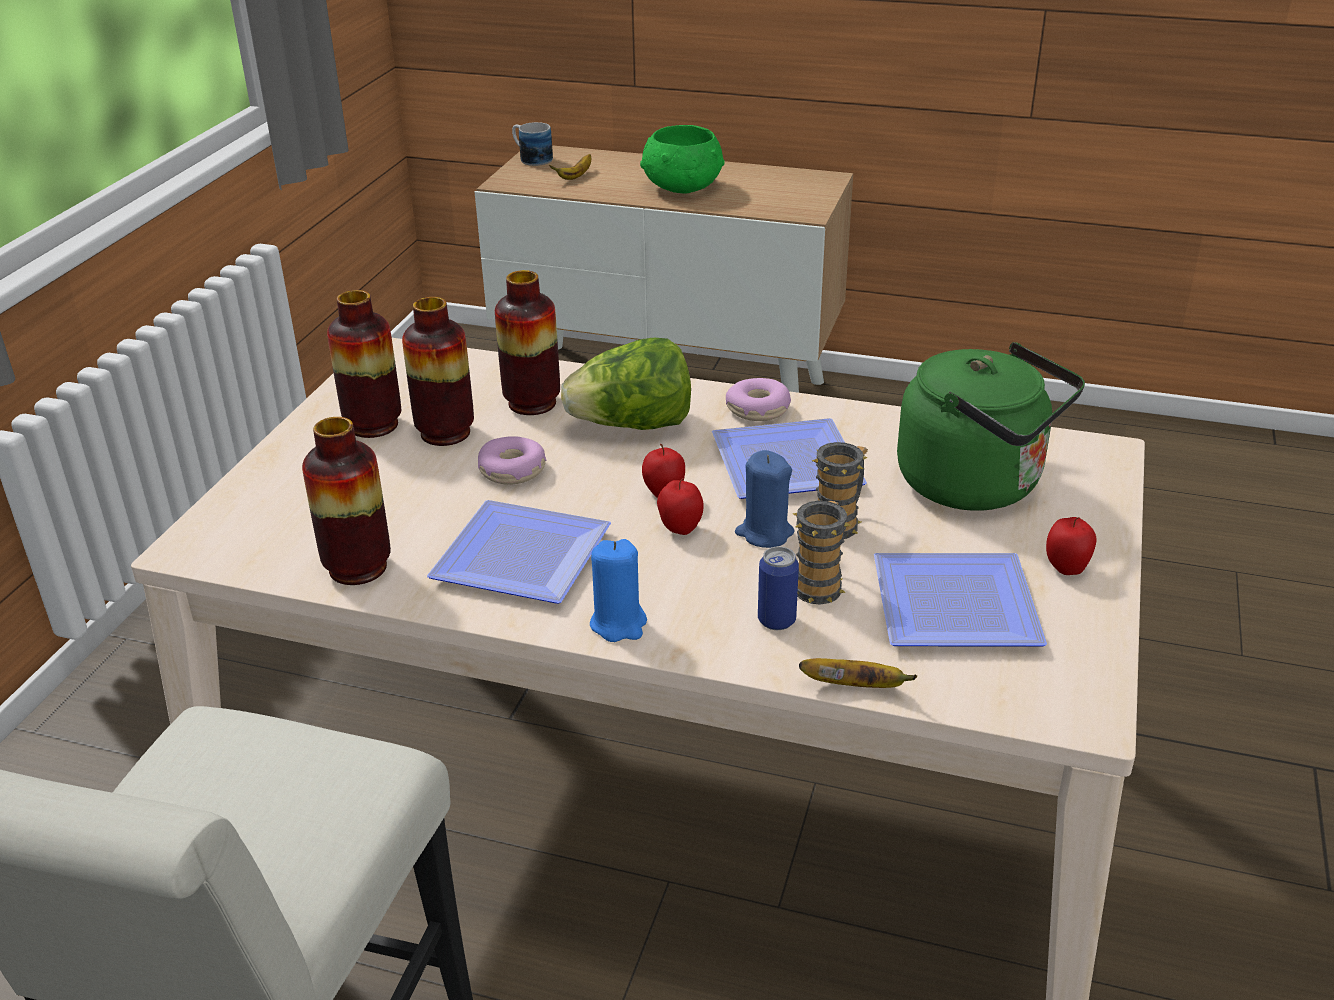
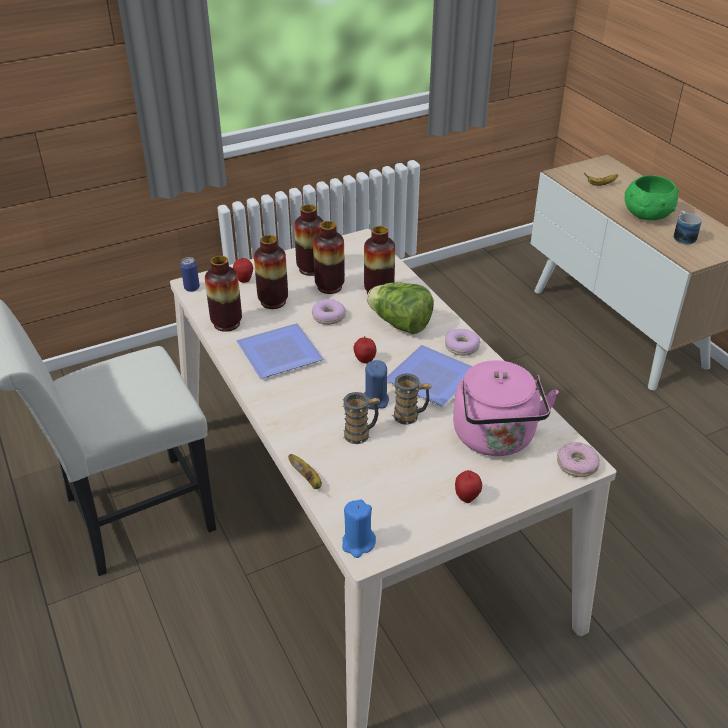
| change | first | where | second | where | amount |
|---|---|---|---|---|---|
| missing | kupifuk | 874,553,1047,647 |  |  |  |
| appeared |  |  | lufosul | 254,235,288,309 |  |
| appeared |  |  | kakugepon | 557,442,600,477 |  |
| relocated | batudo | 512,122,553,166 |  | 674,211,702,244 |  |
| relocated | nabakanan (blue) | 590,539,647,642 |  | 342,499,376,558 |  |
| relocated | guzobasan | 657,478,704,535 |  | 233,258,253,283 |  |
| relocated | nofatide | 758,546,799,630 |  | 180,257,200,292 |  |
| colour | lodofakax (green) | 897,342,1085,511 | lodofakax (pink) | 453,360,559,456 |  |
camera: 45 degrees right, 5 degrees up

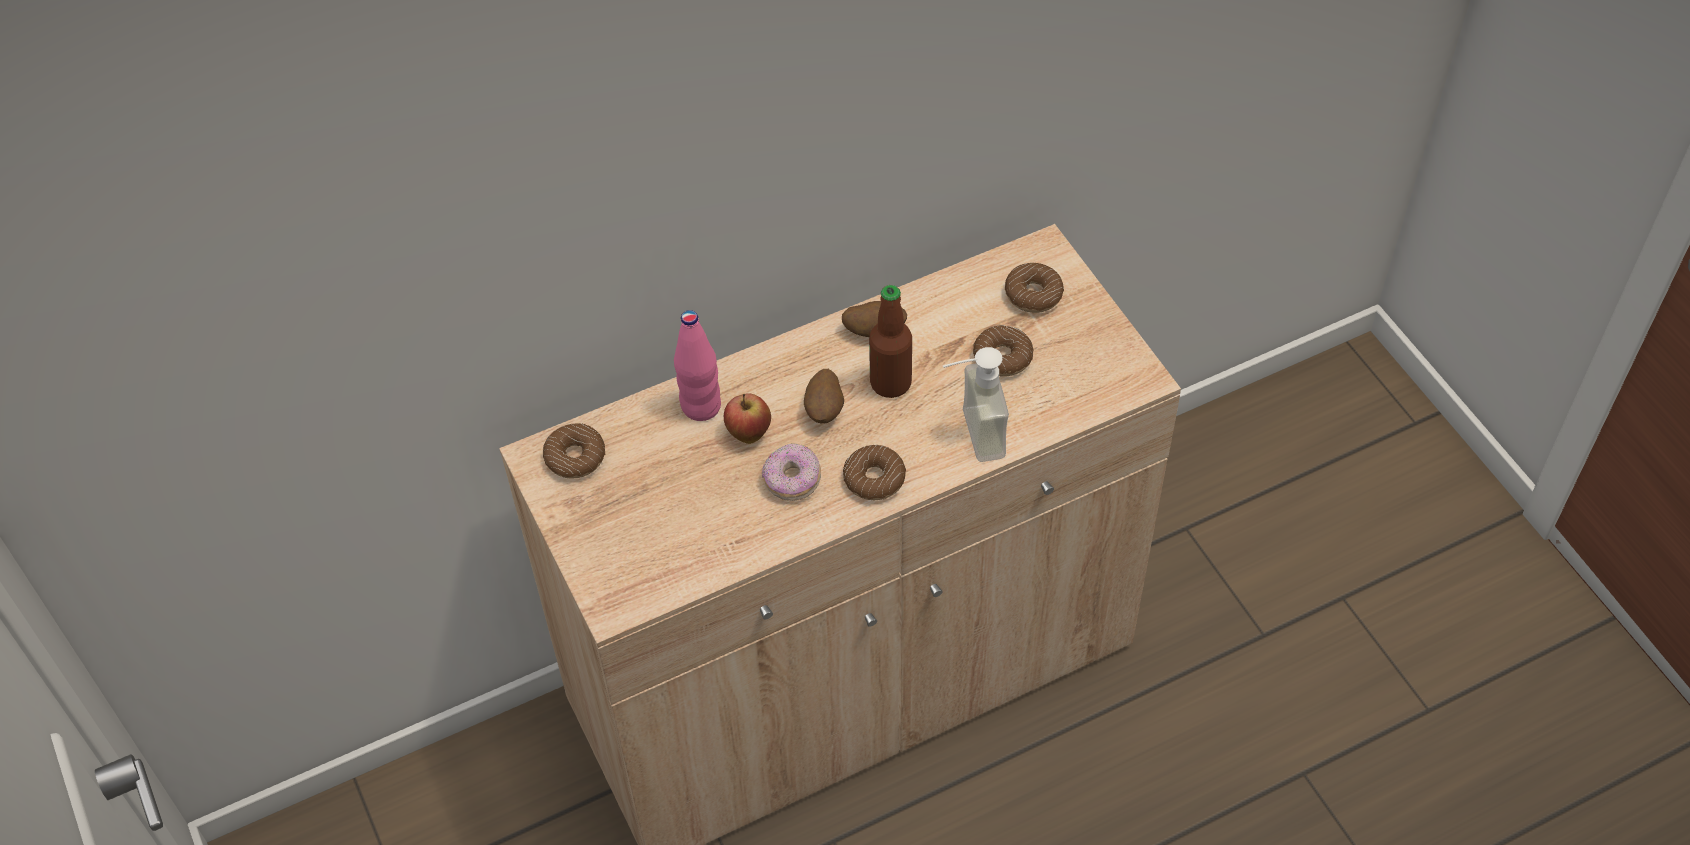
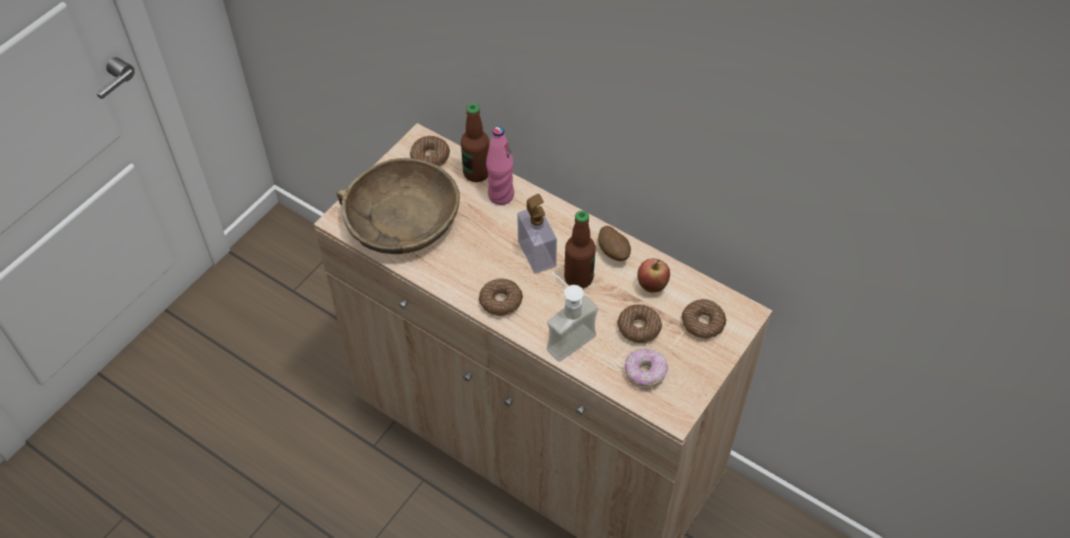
| change | first | where | second | where | amount |
|---|---|---|---|---|---|
| appeared |  |  | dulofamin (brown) | 336,158,460,254 |  |
| appeared |  |  | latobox | 461,103,489,182 |  |
| relocated | guzobasan | 724,393,771,444 |  | 637,258,670,293 |  |
| relocated | kakugepon | 762,443,821,501 |  | 625,349,668,389 |  |
| exchanged | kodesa | 804,369,844,424 | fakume | 517,194,557,274 |  |
camera: 60 degrees right, 0 degrees up

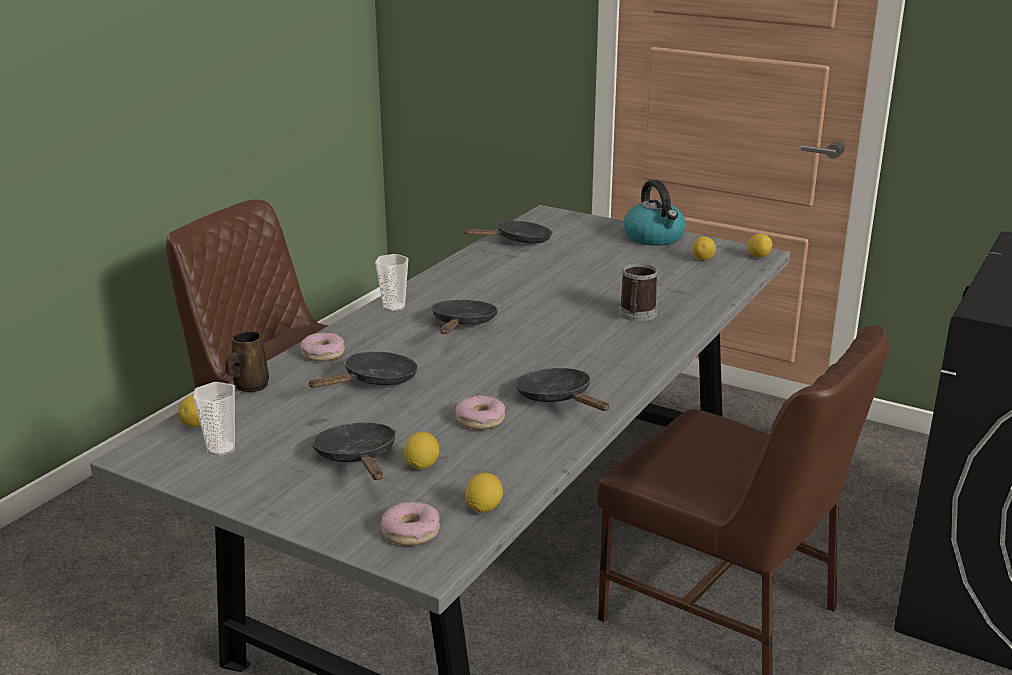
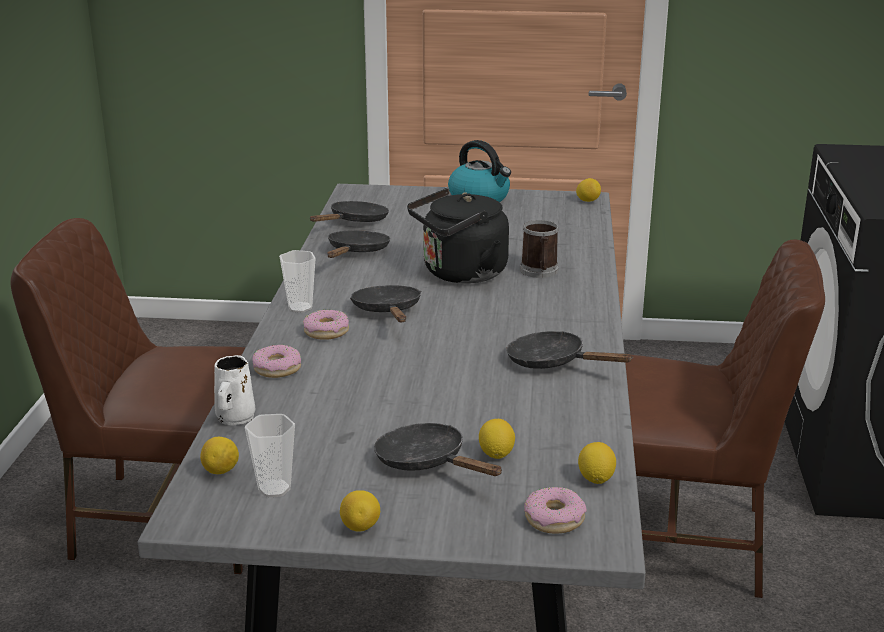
| change | first | where | second | where | amount |
|---|---|---|---|---|---|
| appeared |  |  | lodofakax (black) | 407,188,509,283 |  |
| relocated | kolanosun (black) | 308,352,418,388 |  | 327,230,390,258 |  |
| relocated | kakugepon | 455,395,505,430 |  | 303,310,349,340 |  |
| relocated | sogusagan | 692,236,716,260 |  | 340,490,380,531 |  |
| colour | batudo (brown) | 225,331,269,392 | batudo (white) | 214,355,255,425 |  |
camera: 25 degrees left, 0 degrees up

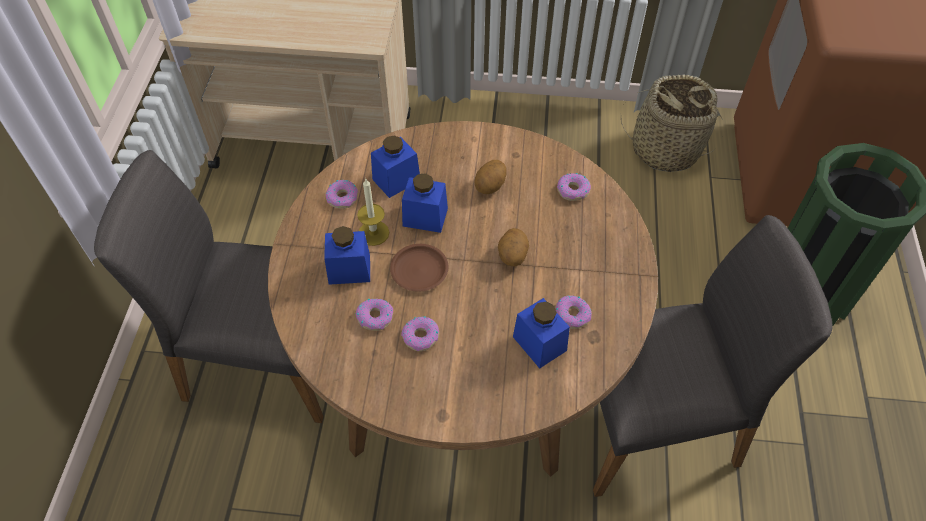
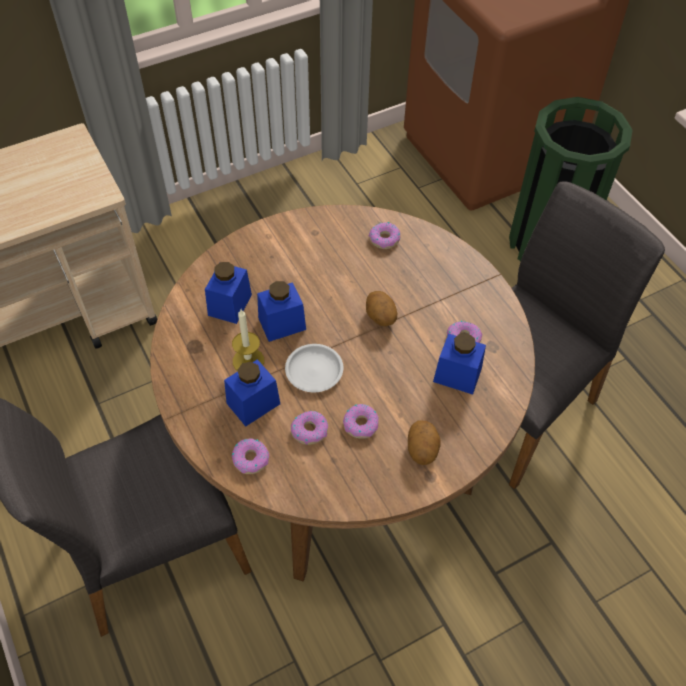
| change | first | where | second | where | amount |
|---|---|---|---|---|---|
| missing | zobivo | 621,74,723,172 |  |  |  |
| relocated | kakugepon | 326,180,358,209 |  | 232,438,269,474 |  |
| relocated | kodesa | 474,160,507,194 |  | 408,420,441,465 |  |
| colour | kupifuk (brown) | 390,244,448,292 | kupifuk (white) | 285,344,343,392 |  |
camera: 35 degrees left, 0 degrees up

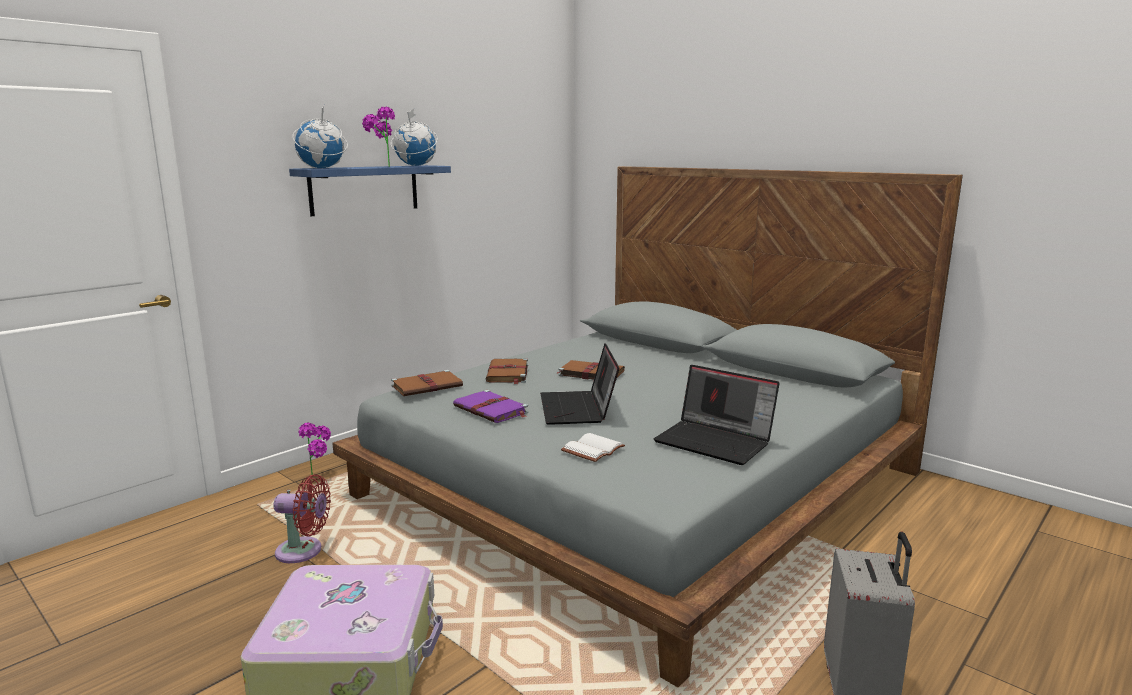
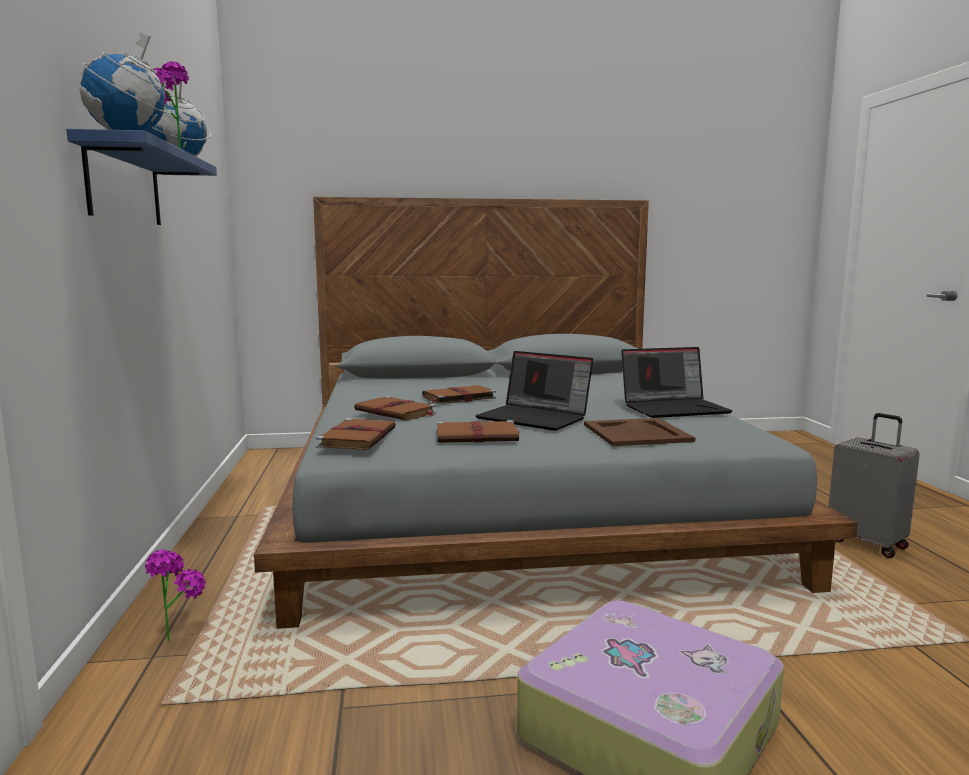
| change | first | where | second | where | amount |
|---|---|---|---|---|---|
| missing | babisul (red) | 274,474,331,563 |  |  |  |
| exchanged | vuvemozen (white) | 561,433,625,462 | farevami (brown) | 584,418,695,446 |  |
| colour | vuvemozen (purple) | 453,390,529,423 | vuvemozen (brown) | 437,420,521,443 |  |
camera: 50 degrees left, 5 degrees down

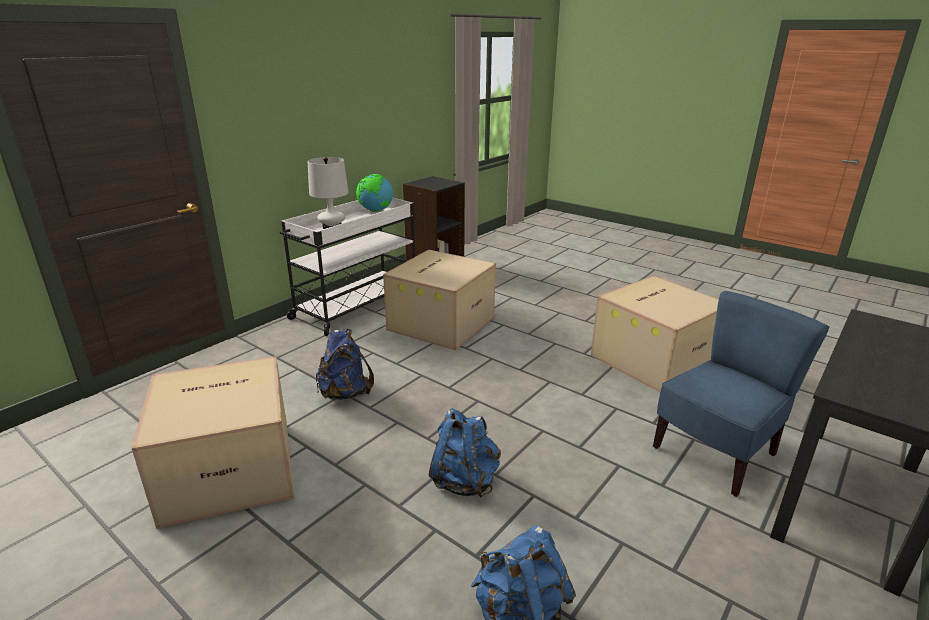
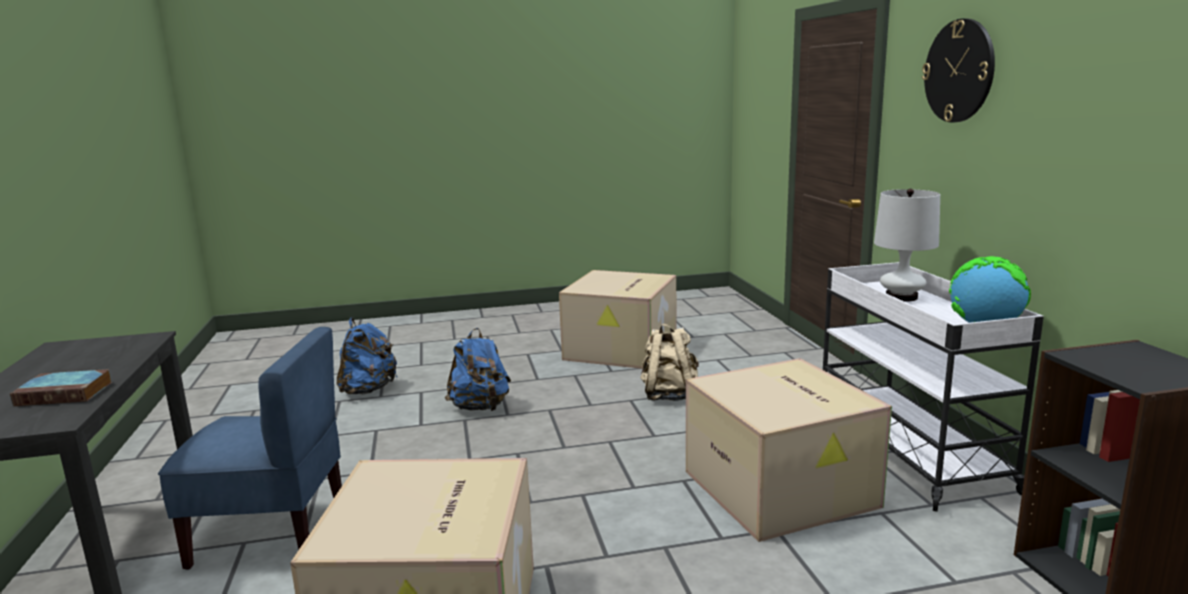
| change | first | where | second | where | amount |
|---|---|---|---|---|---|
| appeared |  |  | vuvemozen | 10,369,112,406 |  |
| appeared |  |  | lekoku | 922,18,995,122 |  |
| colour | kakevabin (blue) | 316,329,374,400 | kakevabin (beige) | 640,323,699,401 |  |
| spun | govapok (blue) | 653,291,830,497 |  | 158,327,342,570 | 90 degrees counterclockwise |
camera: 130 degrees right, 10 degrees down

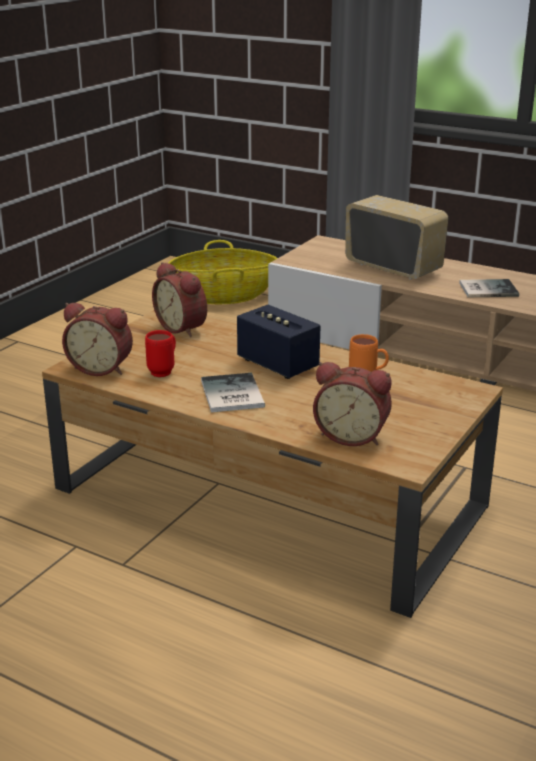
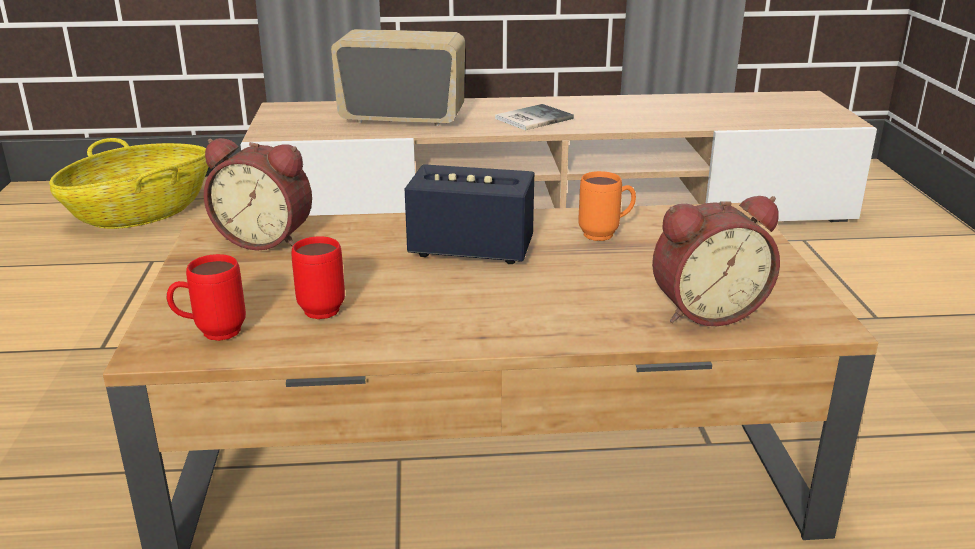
| change | first | where | second | where | amount |
|---|---|---|---|---|---|
| missing | vuvemozen | 201,373,265,413 |  |  |  |
| exchanged | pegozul | 62,303,133,376 | batudo (red) | 167,254,246,341 |  |
camera: 35 degrees left, 0 degrees up

